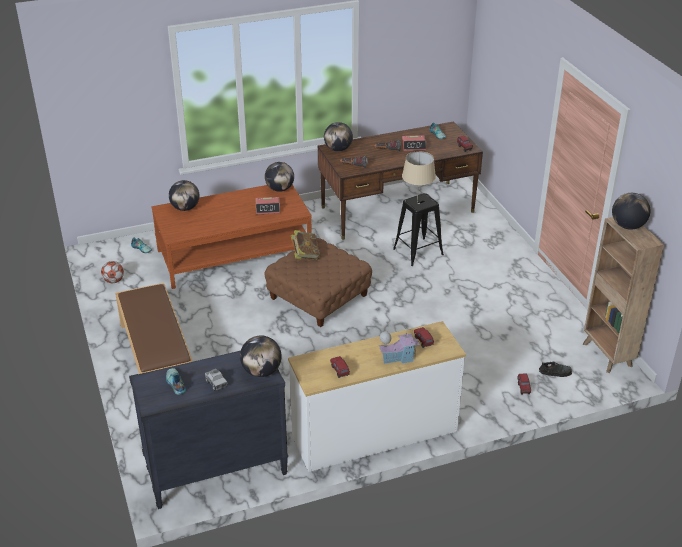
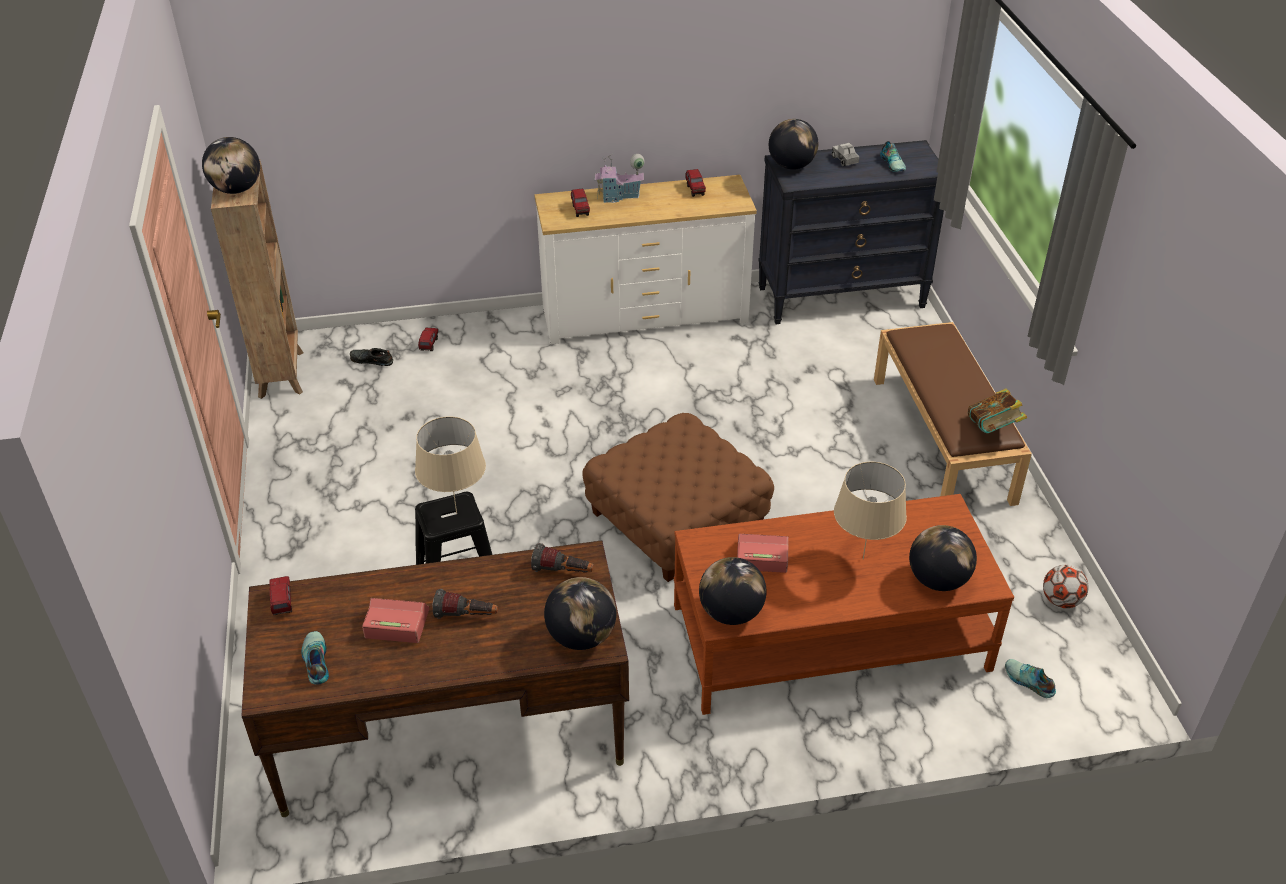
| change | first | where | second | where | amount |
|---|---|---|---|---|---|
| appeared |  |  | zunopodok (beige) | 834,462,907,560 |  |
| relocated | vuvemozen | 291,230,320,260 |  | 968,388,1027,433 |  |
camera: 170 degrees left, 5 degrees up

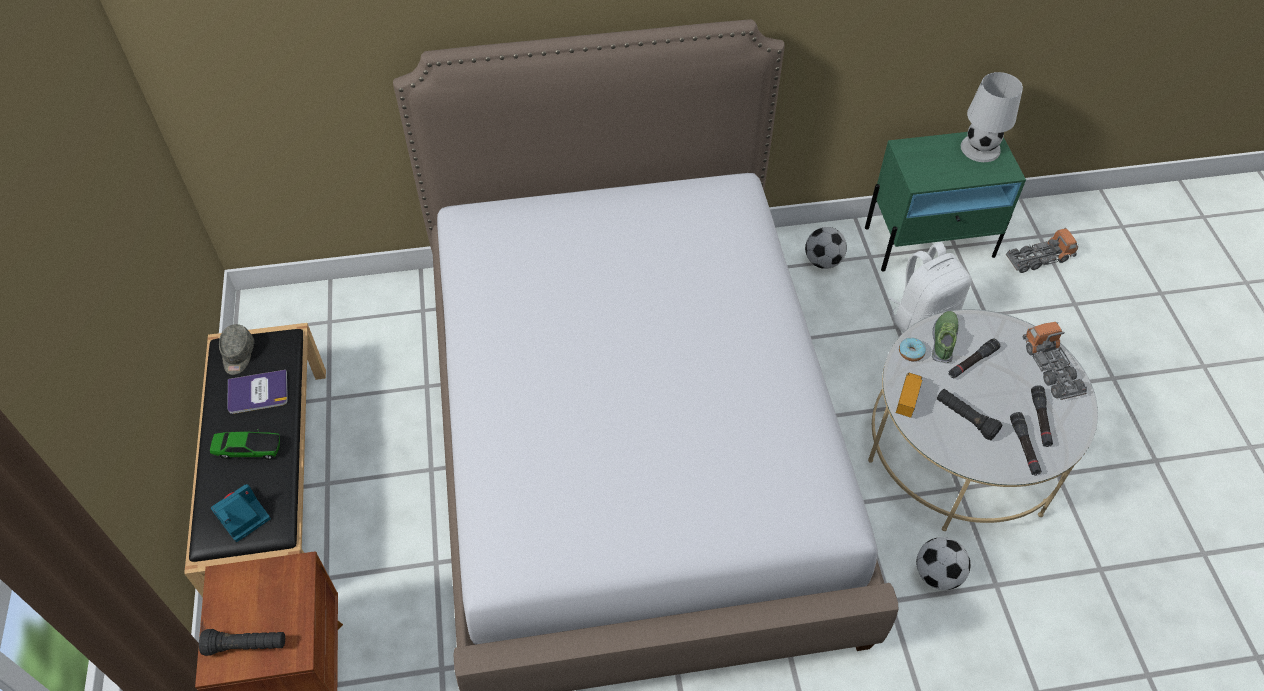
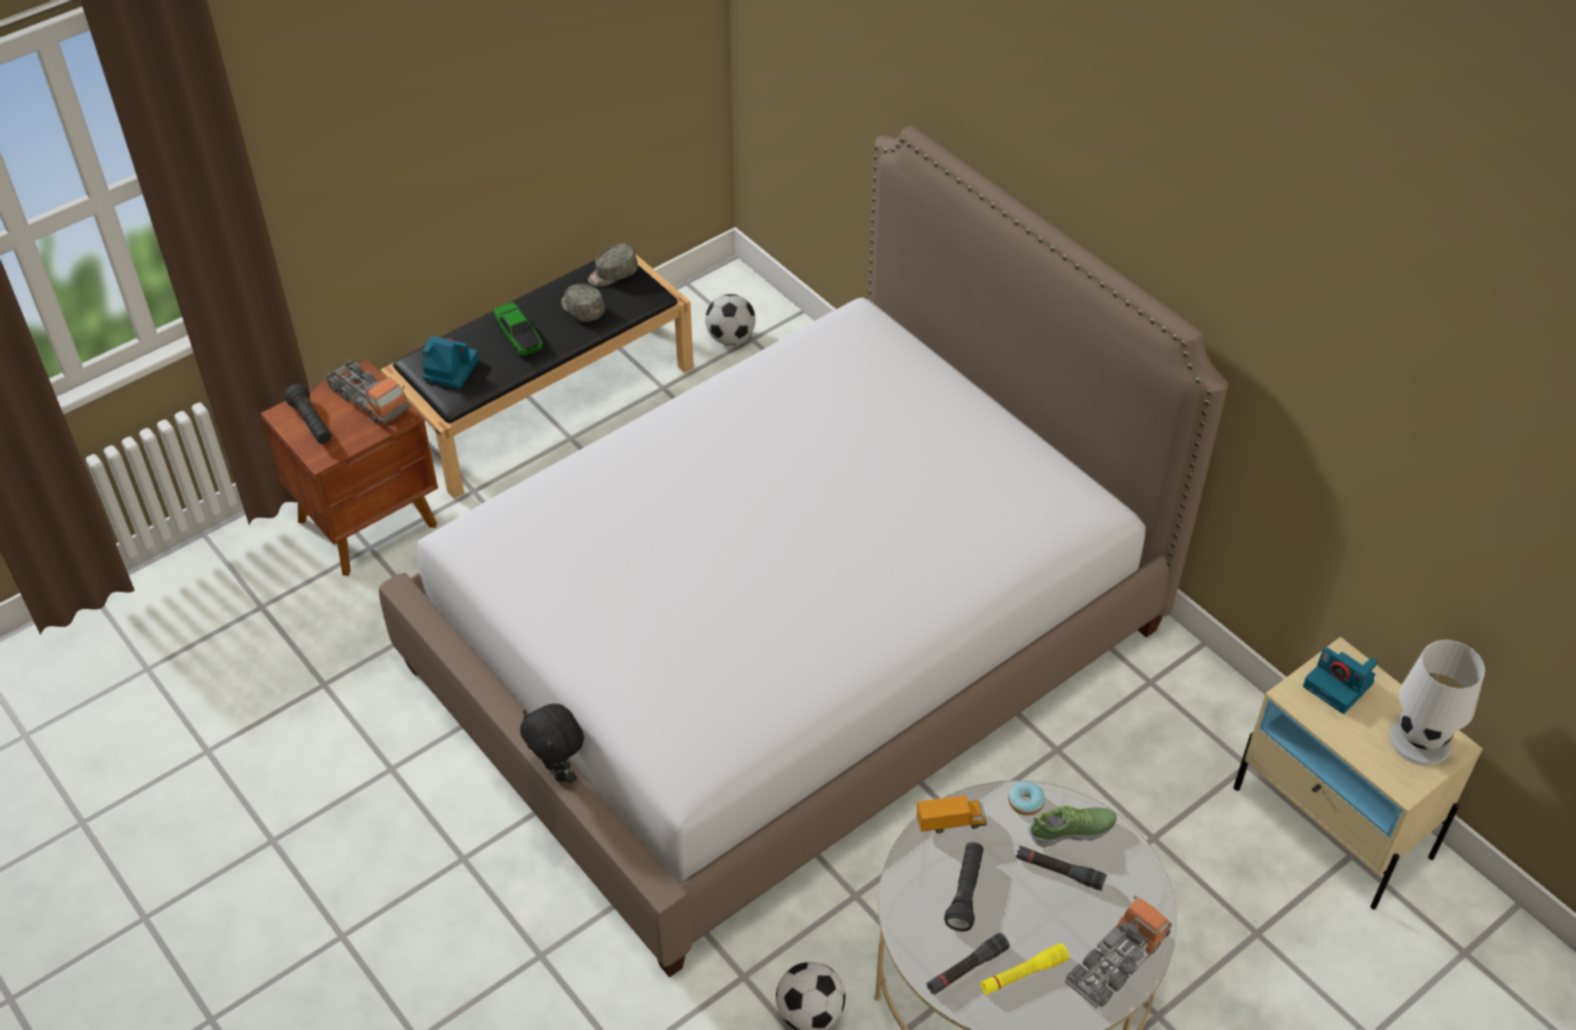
| change | first | where | second | where | amount |
|---|---|---|---|---|---|
| missing | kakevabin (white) | 889,242,972,332 |  |  |  |
| appeared |  |  | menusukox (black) | 520,704,584,783 |  |
| appeared |  |  | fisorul | 1303,647,1377,714 |  |
| relocated | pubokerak | 805,227,847,269 |  | 705,294,756,345 |  |
| relocated | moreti | 1006,228,1078,273 |  | 325,360,410,424 |  |
| exchanged | vuvemozen | 227,370,288,414 | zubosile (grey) | 561,284,605,322 |  |
| colour | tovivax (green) | 865,132,1026,272 | tovivax (beige) | 1233,637,1483,910 |  |
| colour | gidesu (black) | 1031,385,1053,447 | gidesu (yellow) | 980,943,1069,995 |  |
camera: 60 degrees right, 5 degrees down

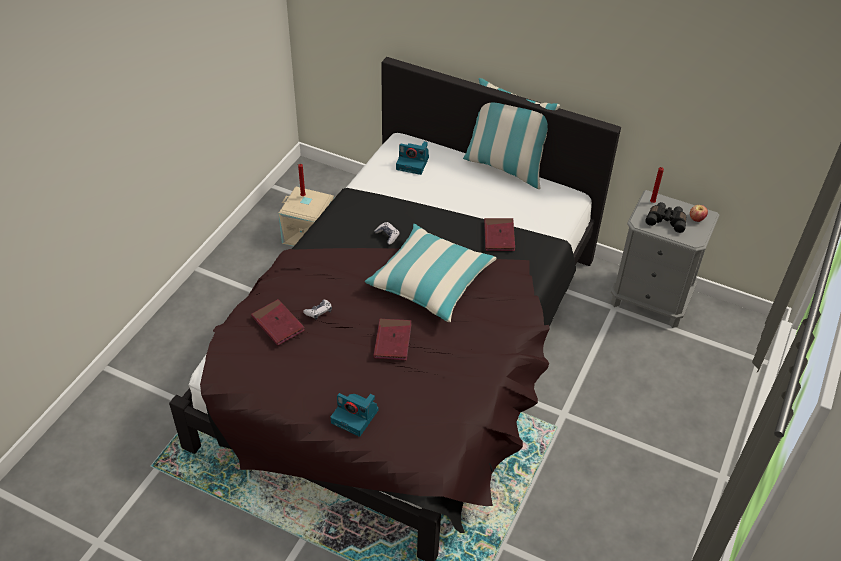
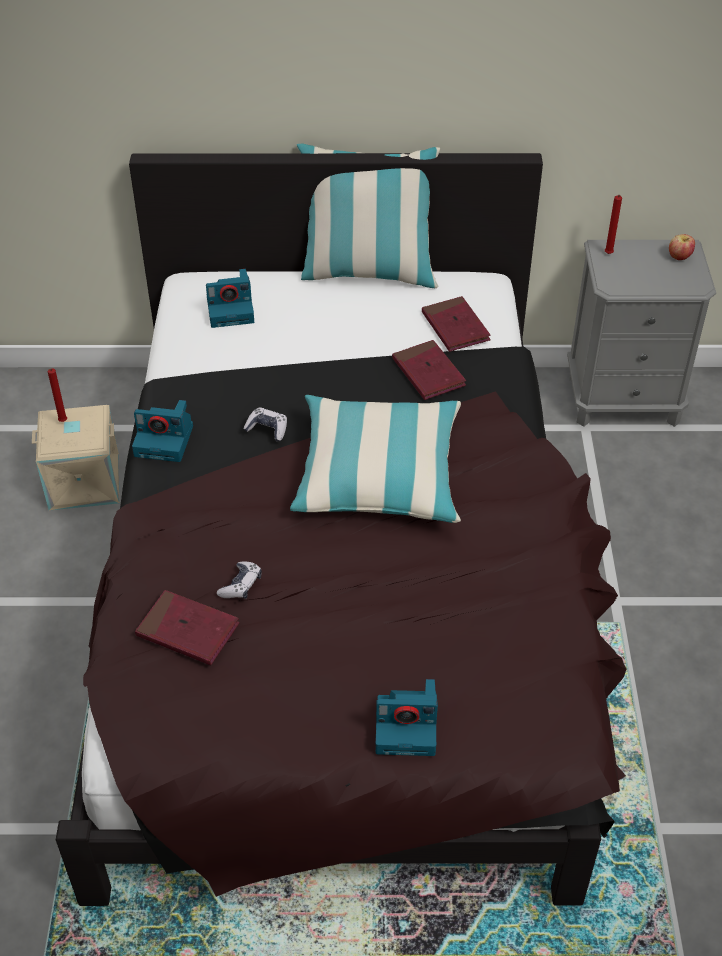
| change | first | where | second | where | amount |
|---|---|---|---|---|---|
| missing | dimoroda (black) | 645,202,686,233 |  |  |  |
| appeared |  |  | fisorul | 132,400,193,462 |  |
| relocated | vuvemozen (red) | 374,319,412,360 |  | 422,296,491,352 |  |
camera: 25 degrees left, 0 degrees up

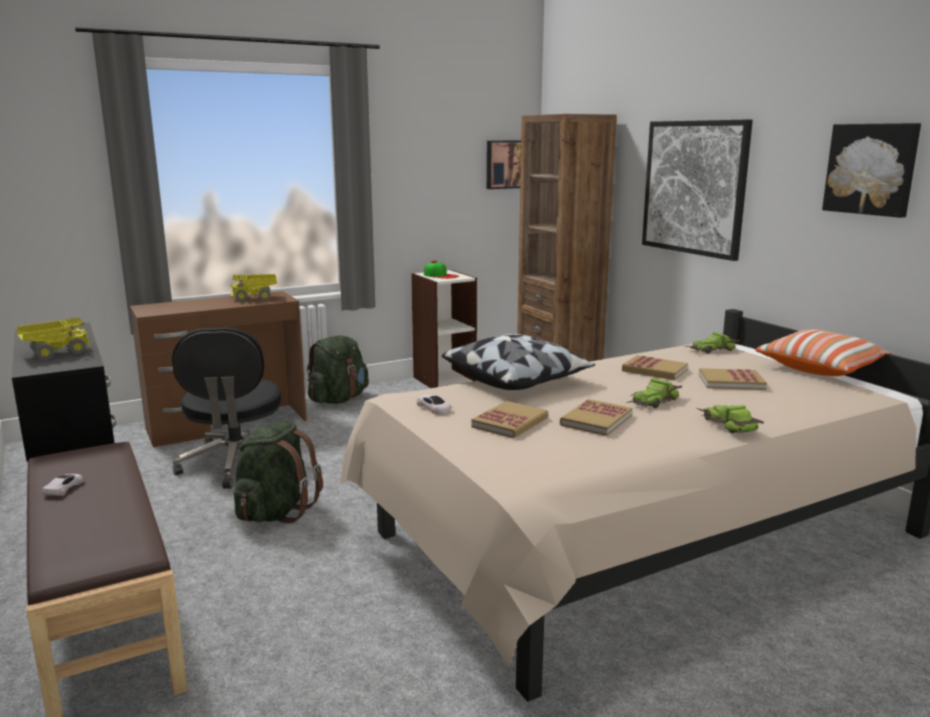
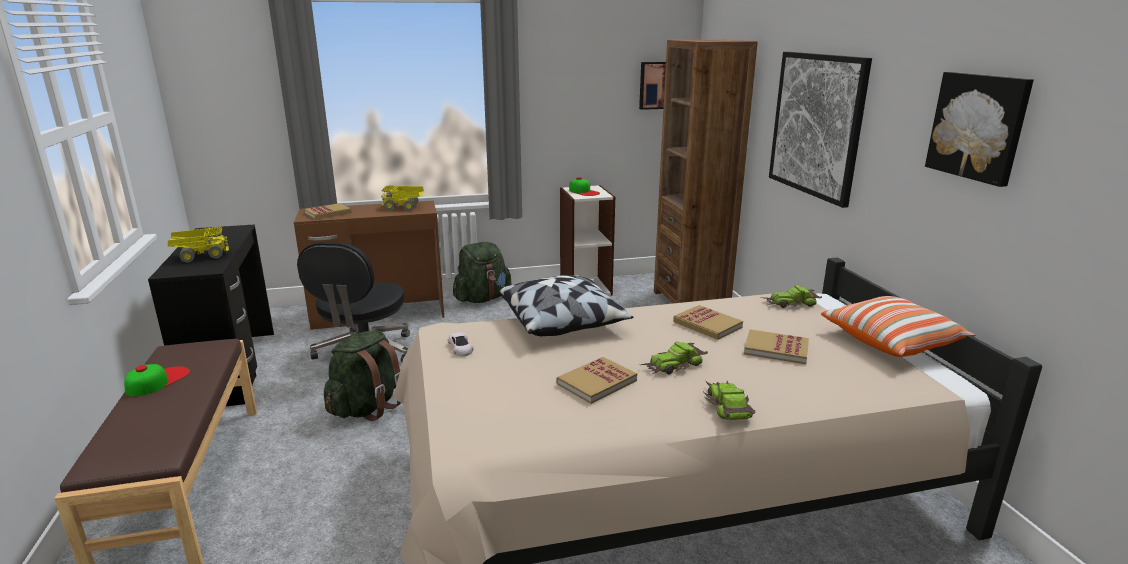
| change | first | where | second | where | amount |
|---|---|---|---|---|---|
| relocated | vuvemozen | 471,401,548,438 |  | 304,203,351,220 |  |
| exchanged | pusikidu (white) | 42,474,84,496 | zubosile | 124,364,190,397 |  |
camera: 15 degrees right, 5 degrees up

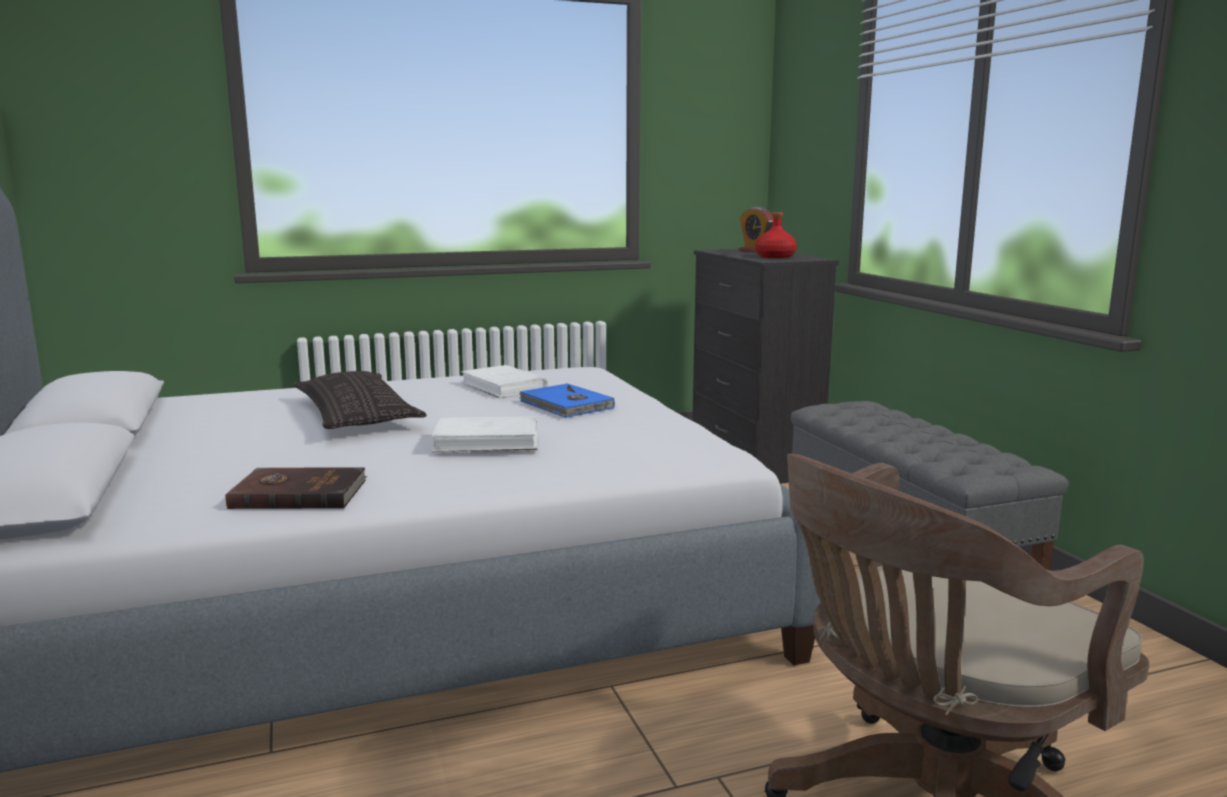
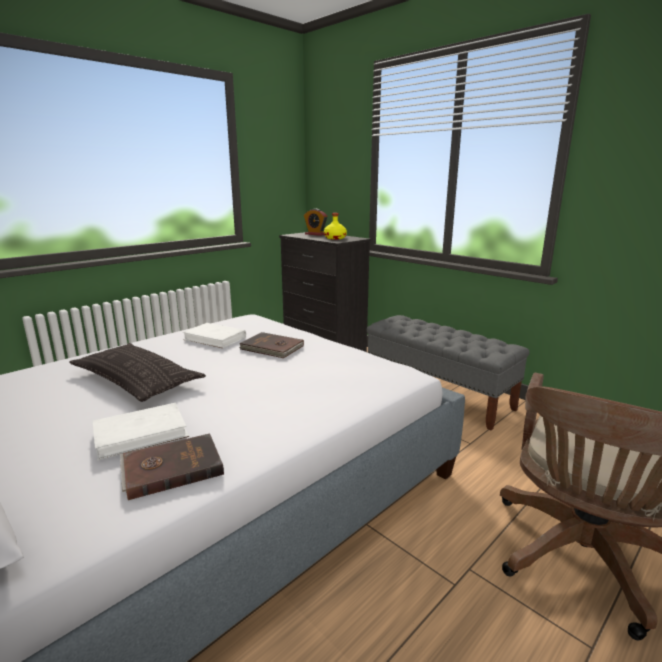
| change | first | where | second | where | amount |
|---|---|---|---|---|---|
| relocated | vuvemozen (white) | 431,416,537,452 |  | 92,403,189,460 |  |
| colour | vuvemozen (blue) | 519,383,615,418 | vuvemozen (brown) | 239,332,304,358 |  |
| colour | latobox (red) | 756,212,797,258 | latobox (yellow) | 324,213,347,239 |  |
camera: 25 degrees left, 5 degrees up

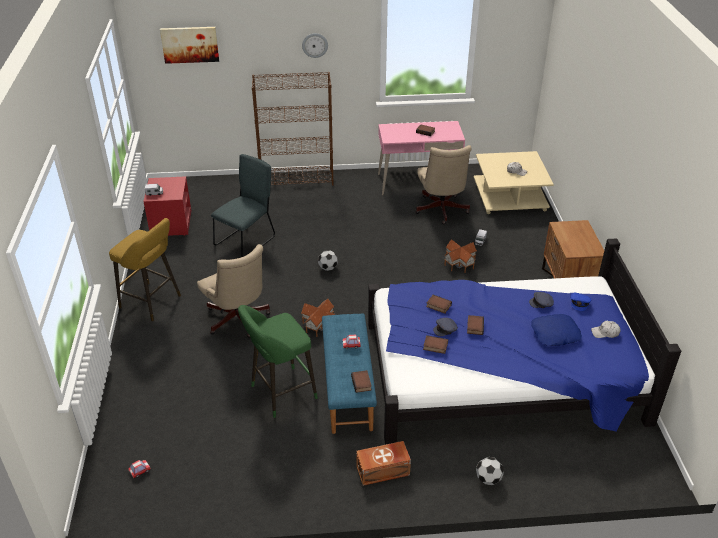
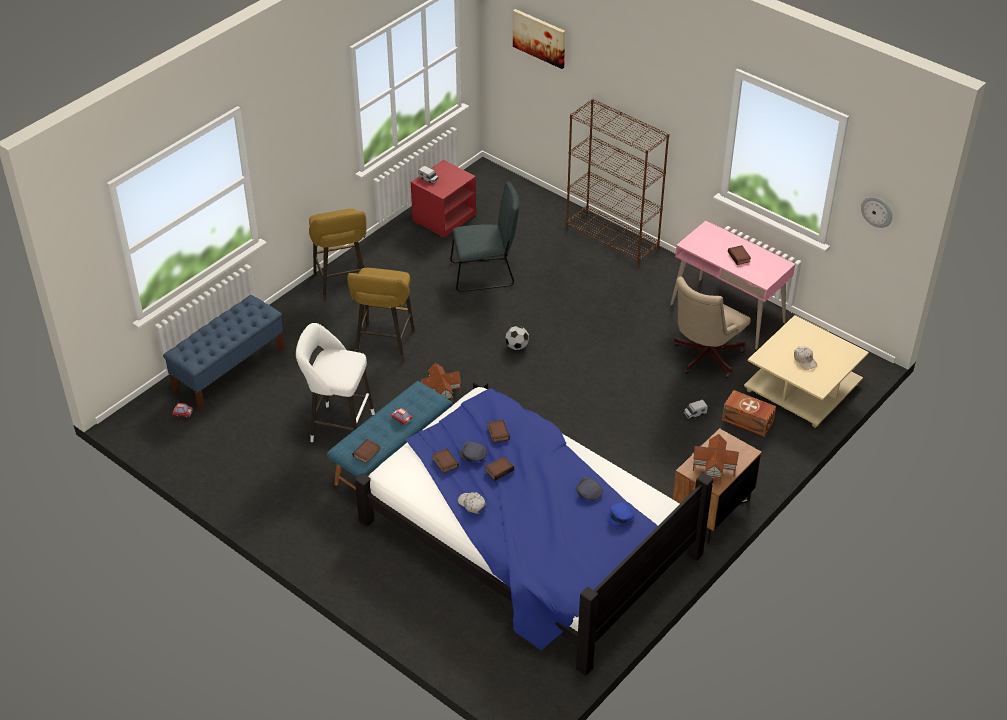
| change | first | where | second | where | amount |
|---|---|---|---|---|---|
| missing | pubokerak | 476,457,504,485 |  |  |  |
| missing | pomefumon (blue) | 531,314,582,346 |  |  |  |
| appeared |  |  | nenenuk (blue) | 163,295,284,411 |  |
| relocated | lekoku | 302,33,328,58 |  | 861,197,892,228 |  |
| relocated | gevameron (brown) | 356,441,411,486 |  | 722,390,776,437 |  |
| relocated | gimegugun | 444,239,477,273 |  | 693,434,739,484 |  |
| relocated | zubosile (white) | 591,321,620,338 |  | 458,492,486,514 |  |
| exchanged | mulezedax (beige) | 197,244,271,338 | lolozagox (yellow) | 347,268,415,362 |  |
| colour | lolozagox (green) | 238,305,318,418 | lolozagox (white) | 296,323,375,442 |  |
camera: 45 degrees right, 5 degrees up

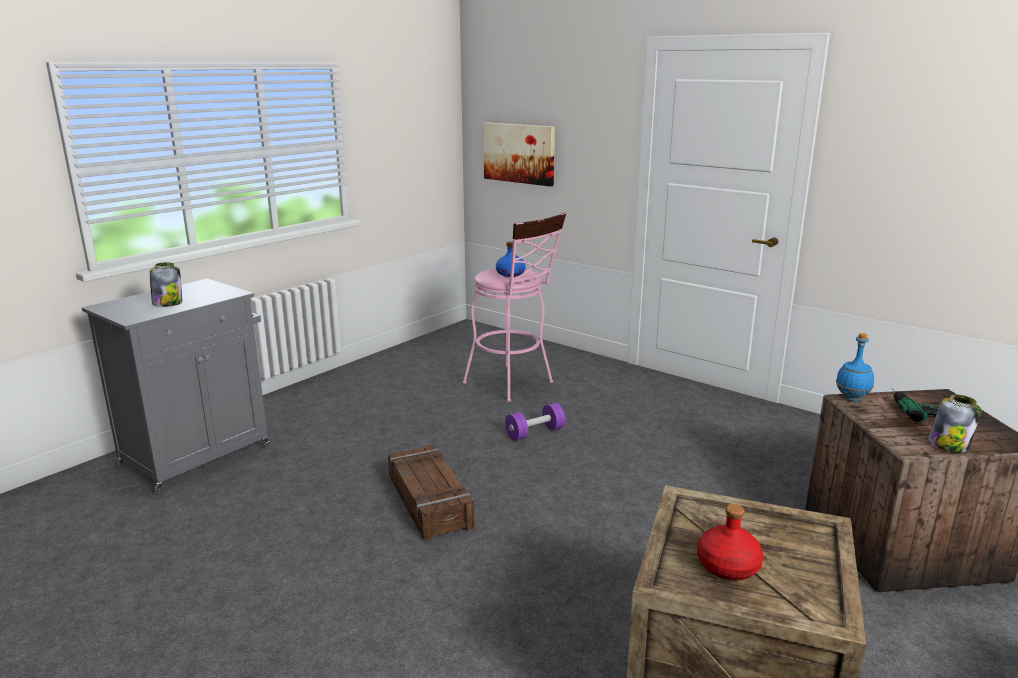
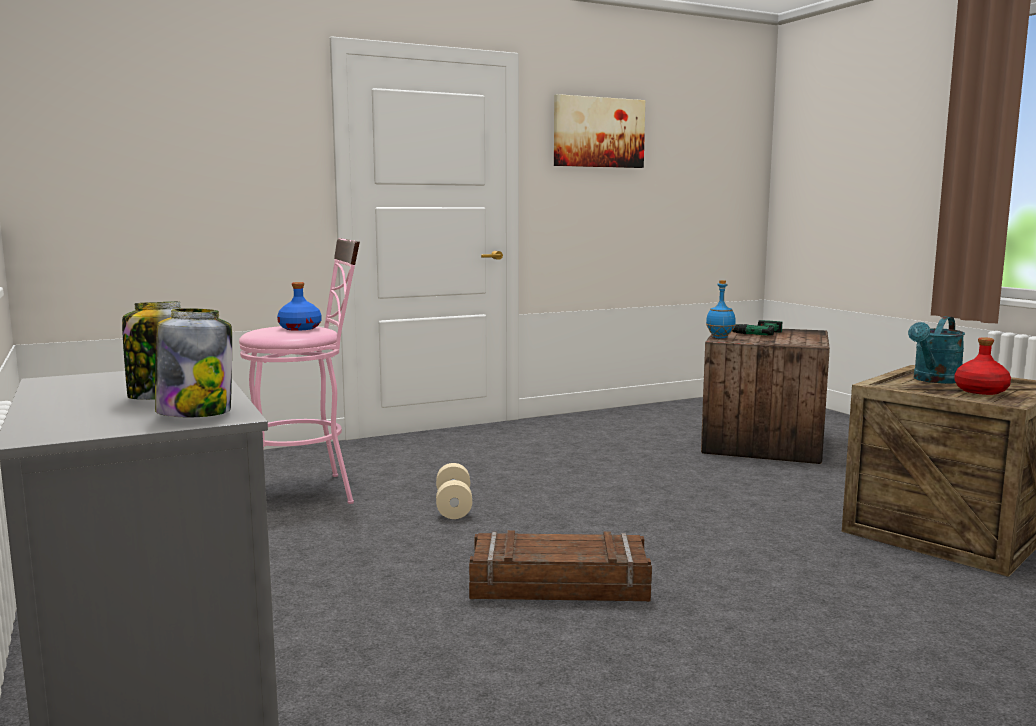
| change | first | where | second | where | amount |
|---|---|---|---|---|---|
| appeared |  |  | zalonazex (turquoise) | 908,316,965,383 |  |
| relocated | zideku | 483,122,555,187 |  | 554,94,645,168 |  |
| relocated | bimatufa | 928,395,982,453 |  | 155,308,232,417 |  |
| colour | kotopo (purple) | 505,403,565,441 | kotopo (beige) | 436,463,472,519 |  |
camera: 65 degrees left, 10 degrees down

